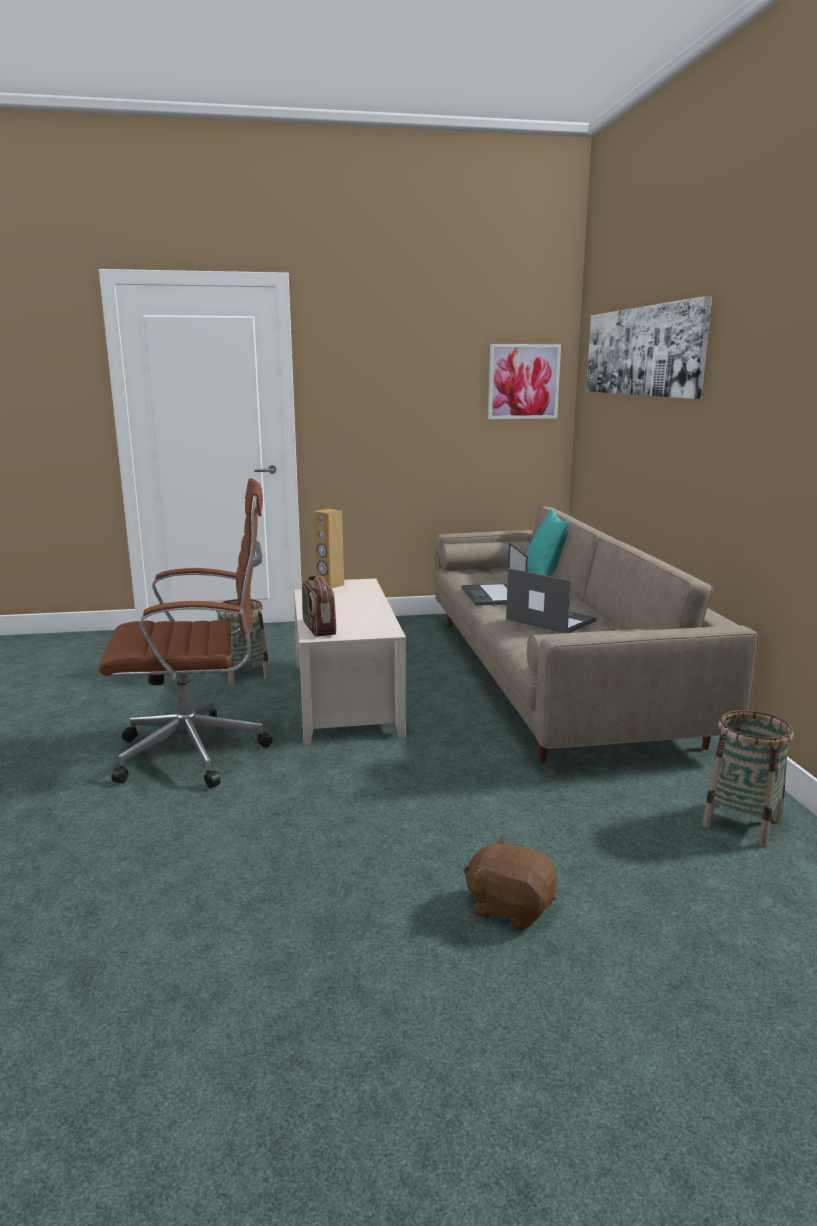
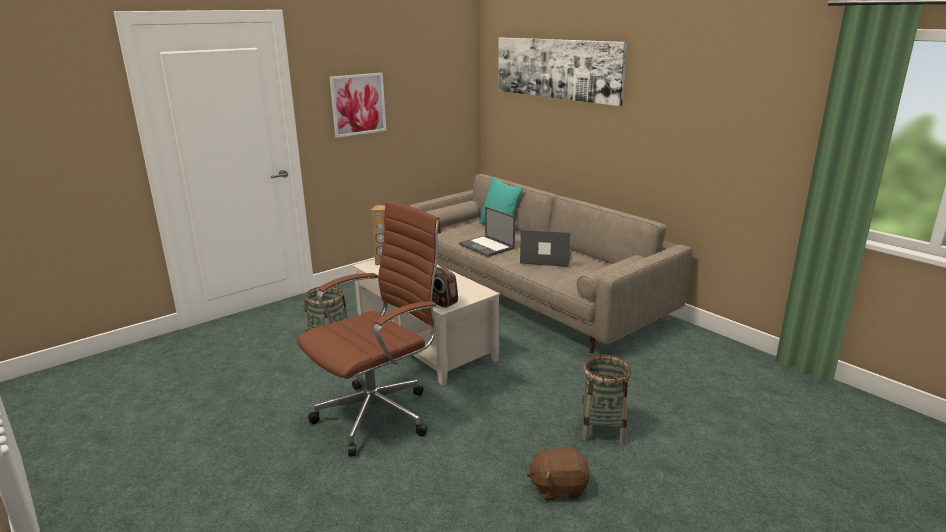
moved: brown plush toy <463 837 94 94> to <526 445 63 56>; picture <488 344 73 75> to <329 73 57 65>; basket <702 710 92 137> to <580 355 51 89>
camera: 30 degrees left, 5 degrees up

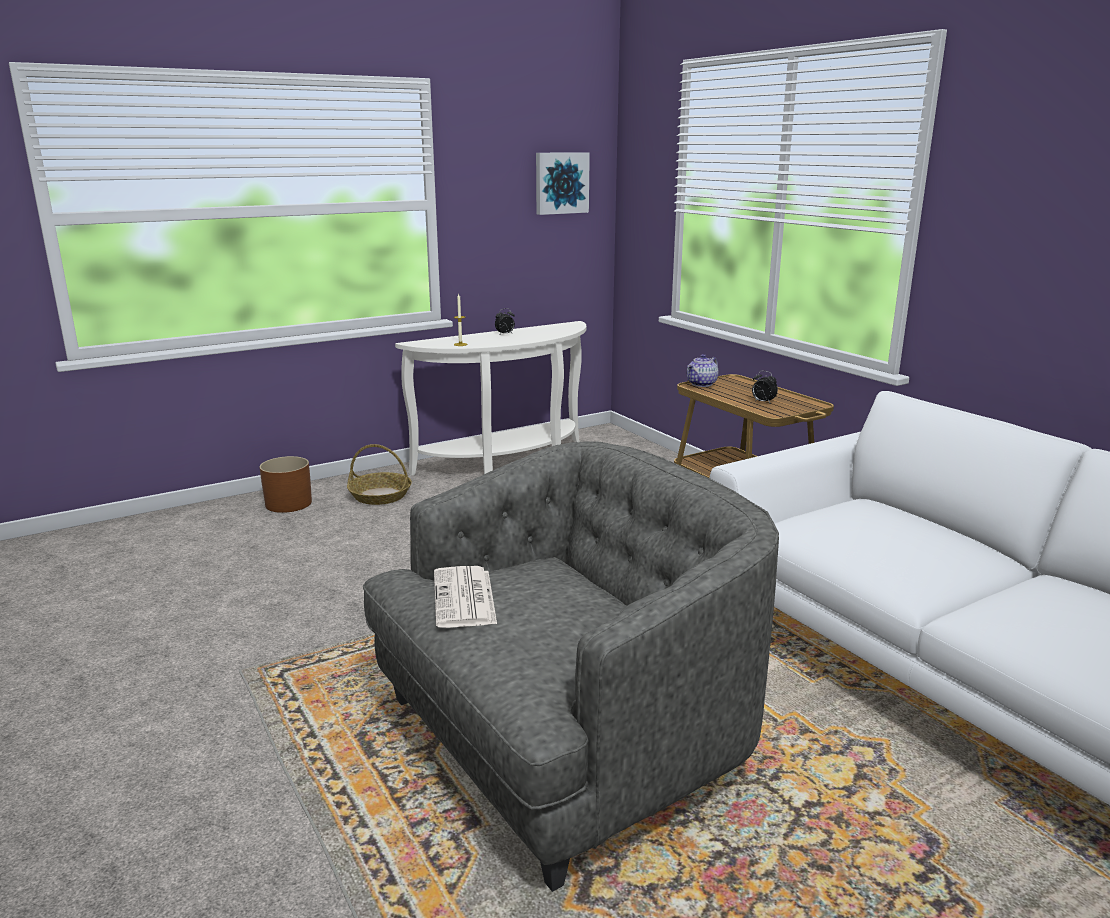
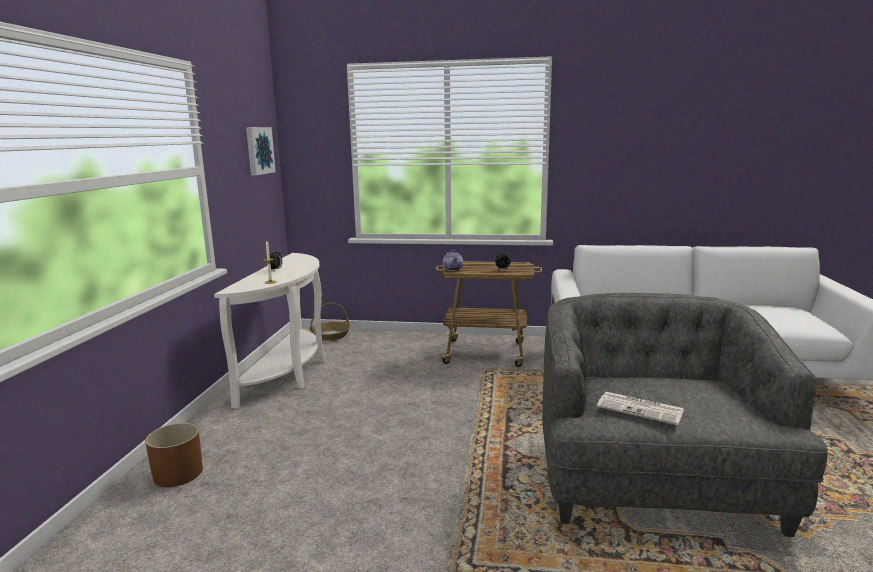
moved: basket <347 444 65 61> to <310 303 40 38>
camera: 50 degrees left, 5 degrees down

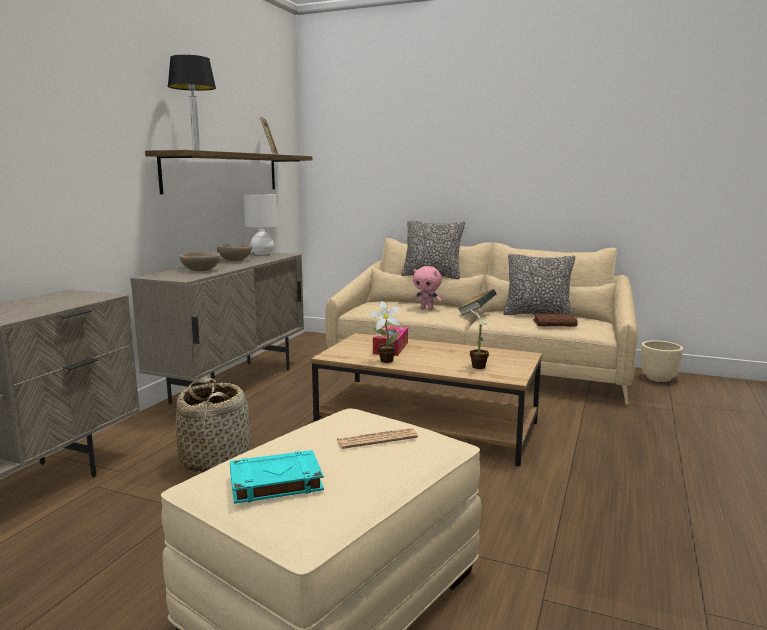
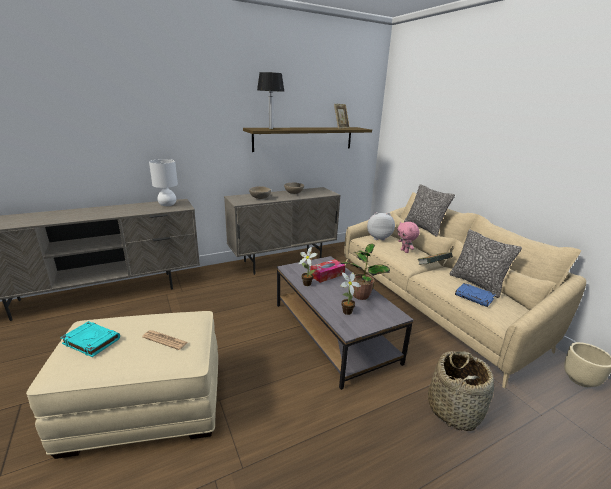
added: potted plant <340 244 50 56>; plush toy <367 212 28 28>
moved: basket <176 378 74 95> to <428 351 66 80>; white table lamp <244 194 33 61> to <149 159 29 47>
recoloured: brown coffee table <311 333 231 133> to grey coffee table <277 256 137 134>; brown book <533 313 45 14> to blue book <455 283 41 24>
camera: 40 degrees right, 10 degrees up

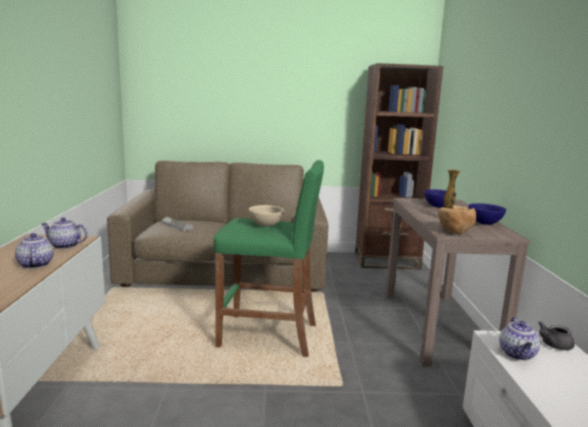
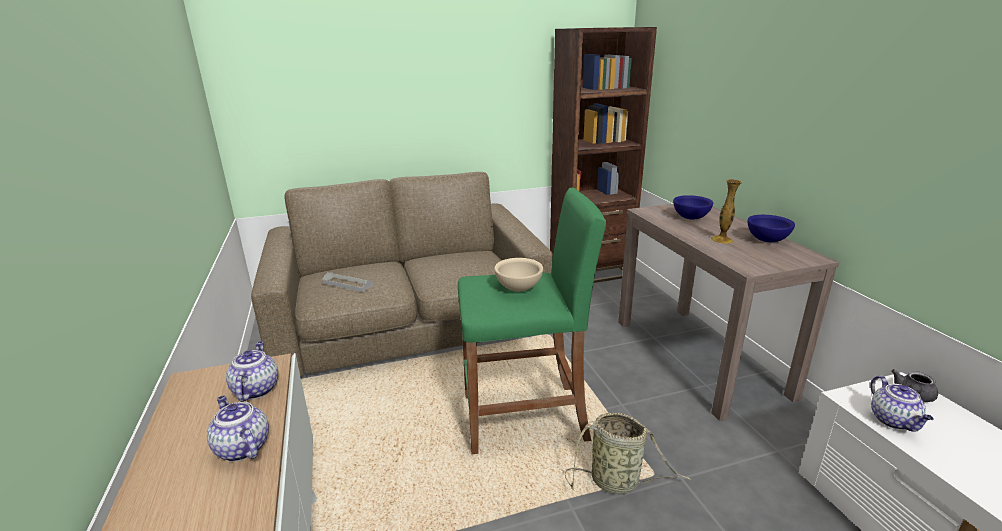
removed: brown bowl <438 205 38 30>
added: basket <565 412 126 82>
turned: teapot <41 218 47 31> = <226 341 52 61> 90 degrees clockwise
camera: 15 degrees left, 10 degrees up

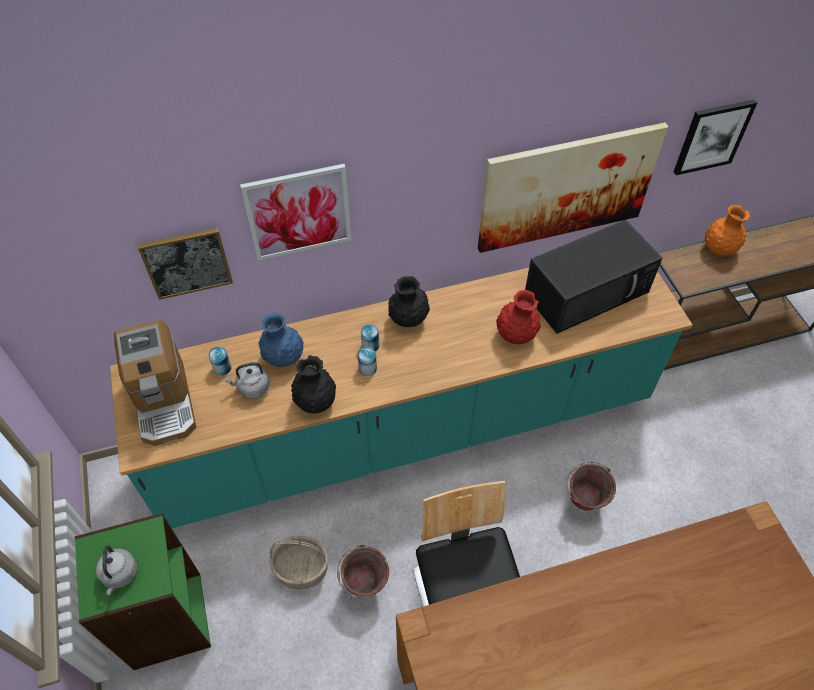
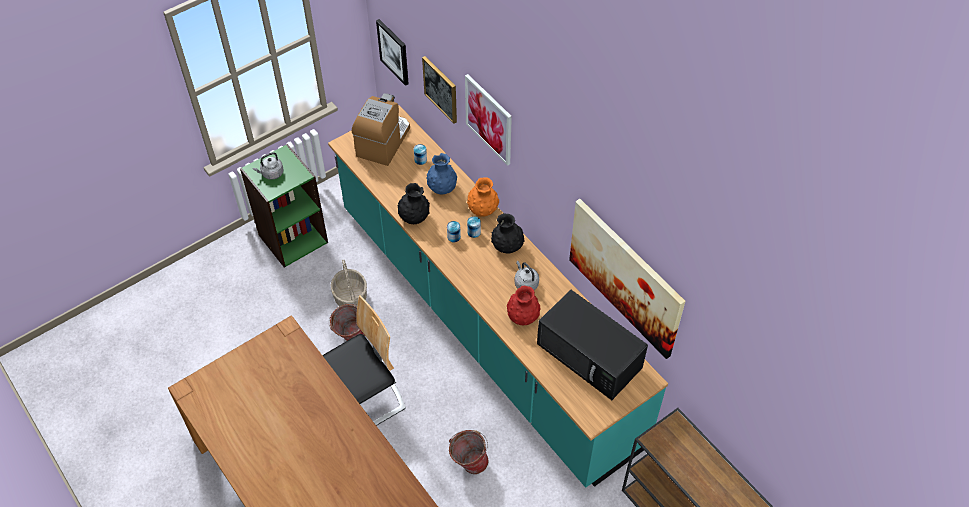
moved: grey kettle <224 362 46 37> to <514 261 25 29>; picture <674 100 83 75> to <376 19 33 67>; orange vase <705 205 45 51> to <467 177 32 40>
turned: coffee machine <114 321 82 125> = <352 93 58 73> 150 degrees clockwise
camera: 70 degrees right, 0 degrees up

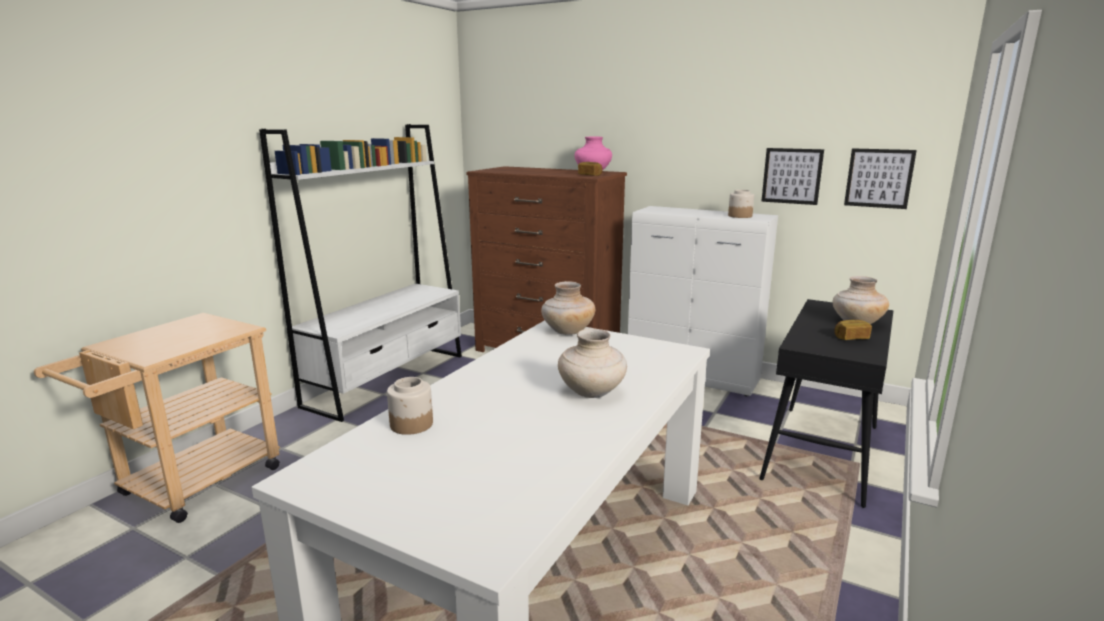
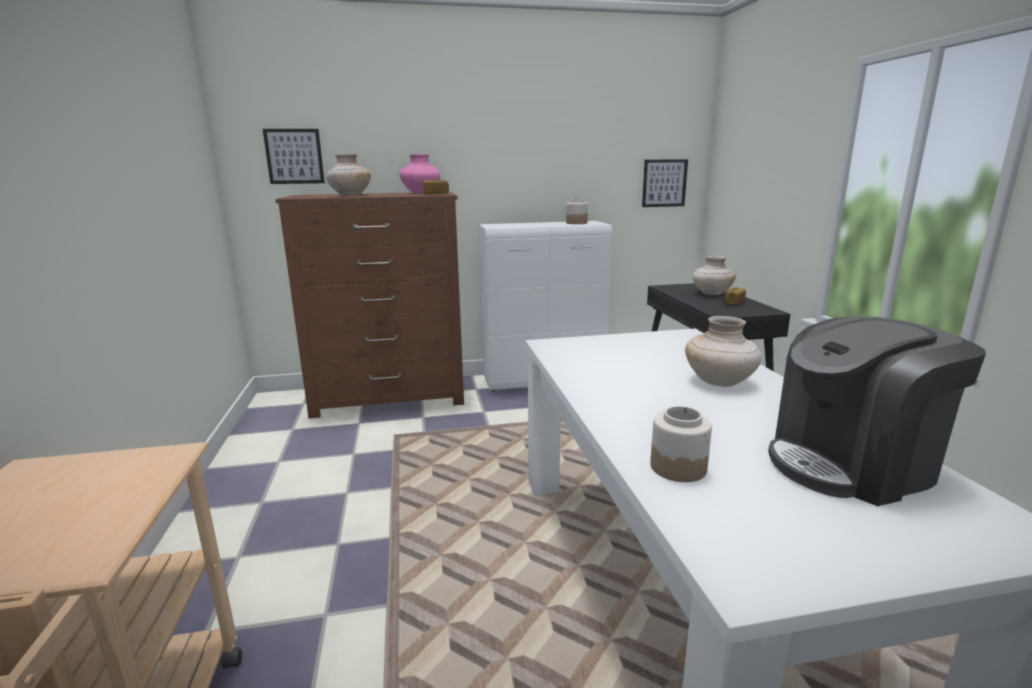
removed: white bookcase <259 124 203 298>
added: coffee machine <768 316 218 190>
moved: beige vase <541 281 54 54> to <326 154 45 42>; picture <761 148 63 57> to <263 129 62 55>
camera: 40 degrees left, 0 degrees up

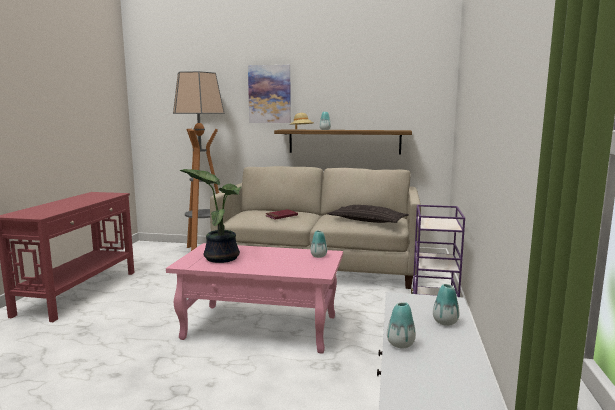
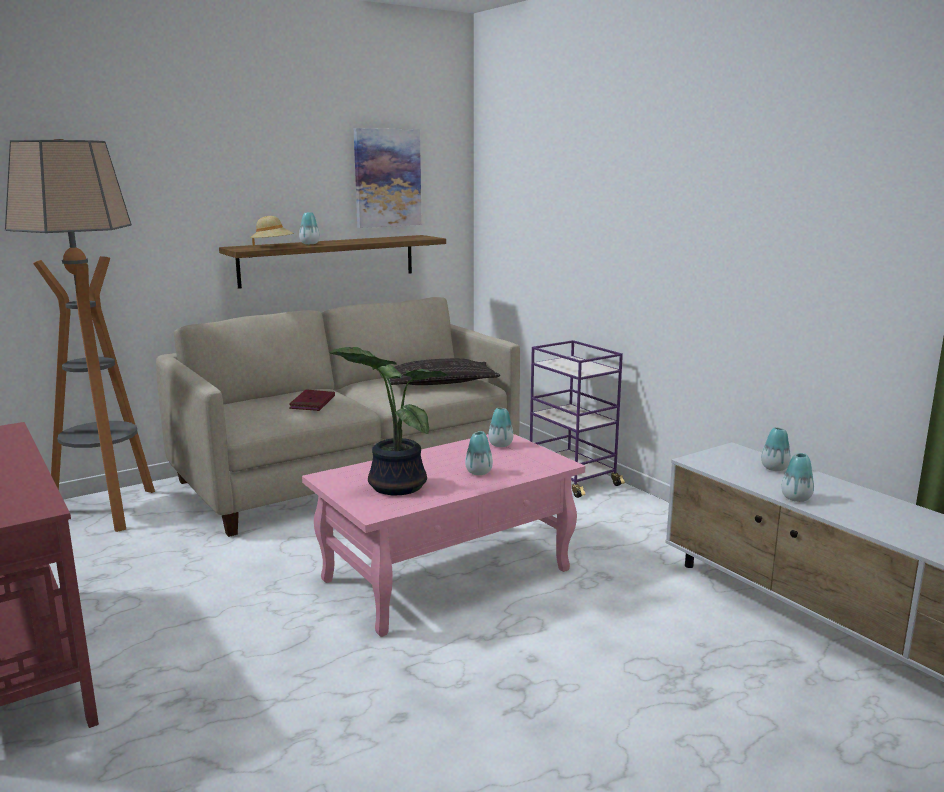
added: vase <465 431 28 44>
moved: picture <248 65 43 58> to <354 128 68 100>
camera: 45 degrees left, 5 degrees up

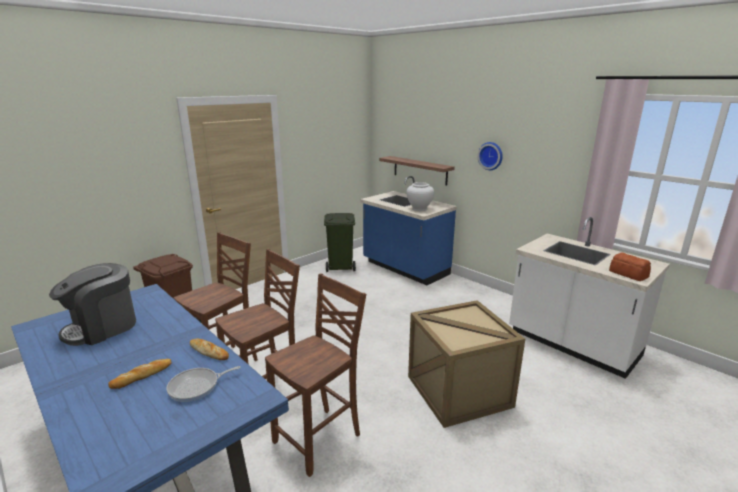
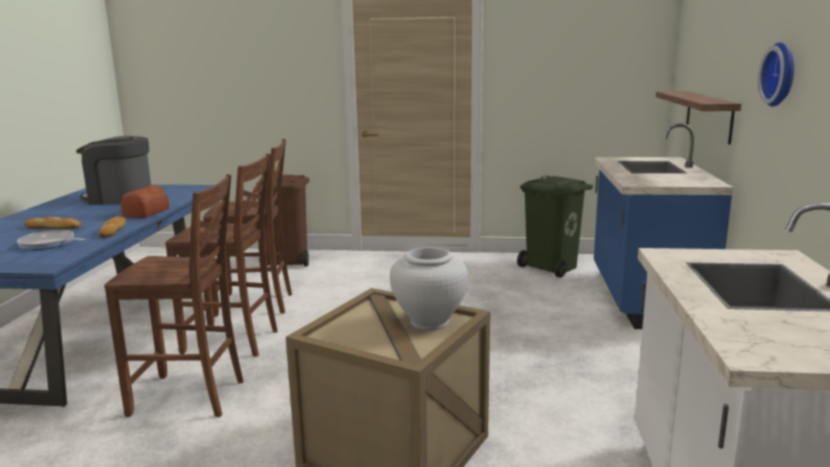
moved: white vase <407 182 27 29> to <390 247 78 83>; bread <609 253 42 28> to <121 185 48 33>
camera: 50 degrees right, 5 degrees down

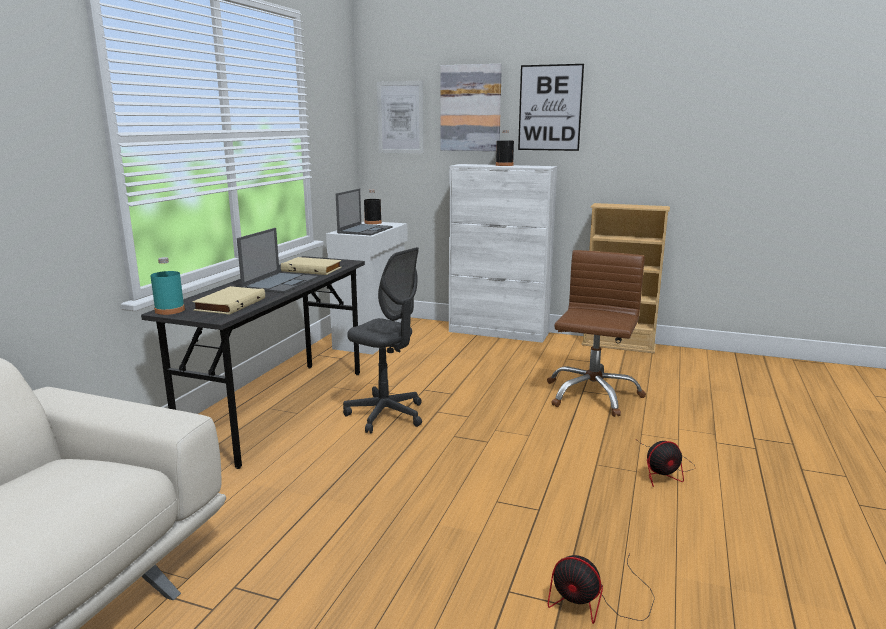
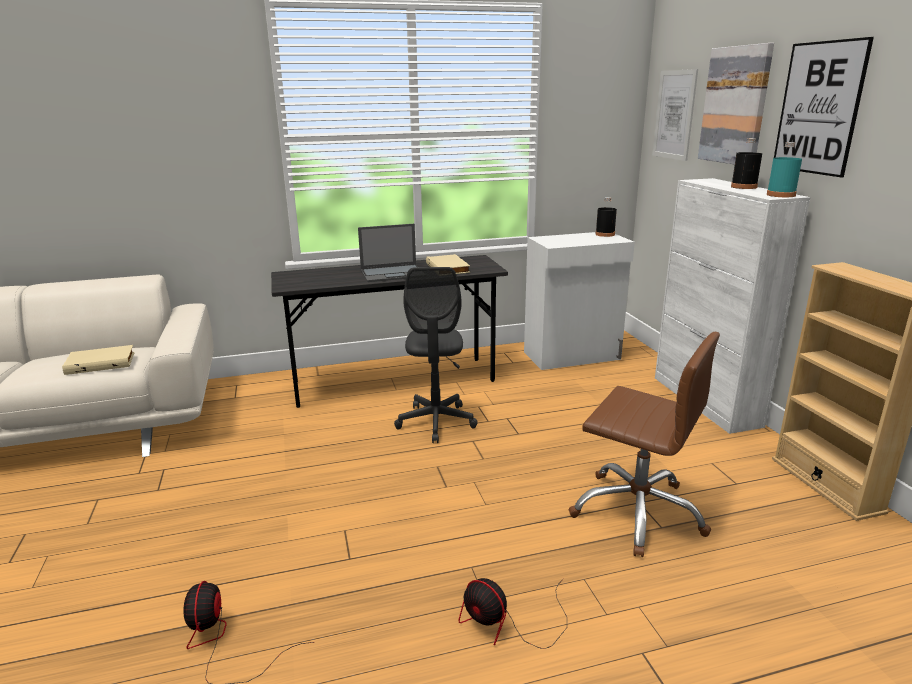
removed: laptop <336 189 56 46>
moved: turquoise bottle <150 257 35 58> to <767 142 35 55>; beige book <192 286 73 29> to <62 345 73 30>
turned: brown office chair <547 250 99 167> = <568 332 152 225> 45 degrees clockwise
camera: 55 degrees right, 5 degrees up

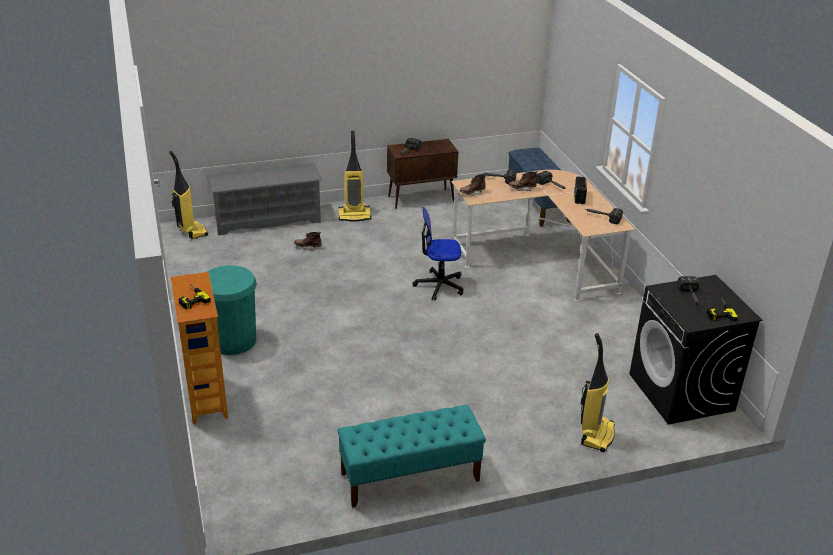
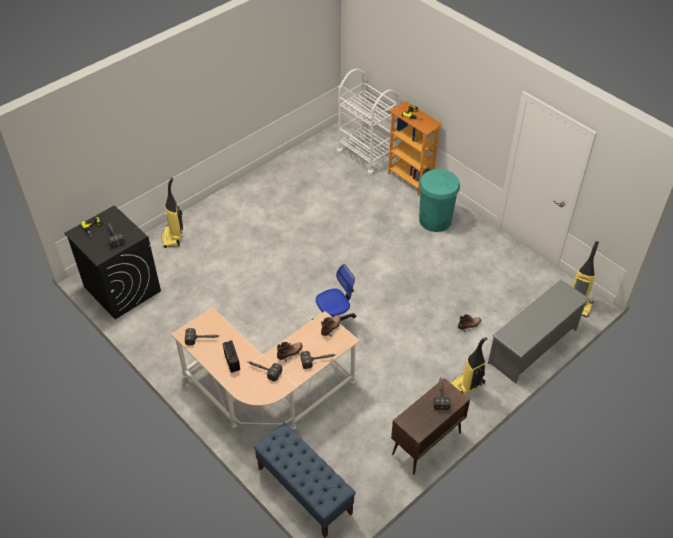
removed: turquoise bench <337 405 149 103>
added: white cart <336 69 63 107>
camera: 155 degrees right, 15 degrees up

